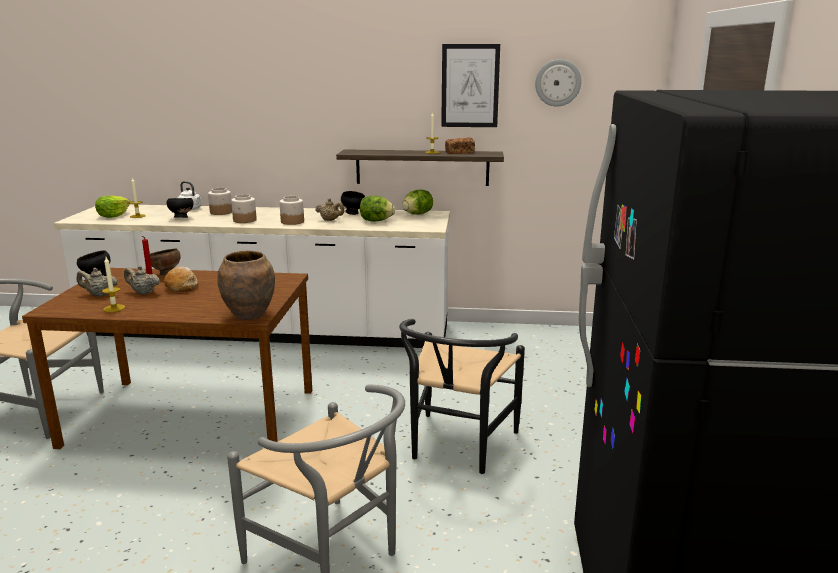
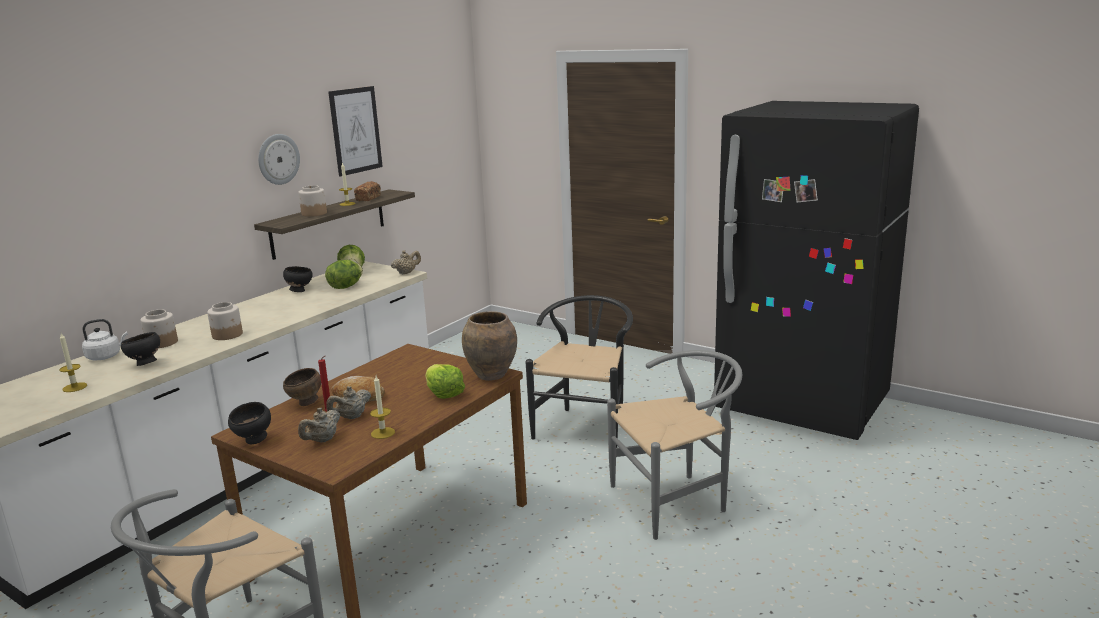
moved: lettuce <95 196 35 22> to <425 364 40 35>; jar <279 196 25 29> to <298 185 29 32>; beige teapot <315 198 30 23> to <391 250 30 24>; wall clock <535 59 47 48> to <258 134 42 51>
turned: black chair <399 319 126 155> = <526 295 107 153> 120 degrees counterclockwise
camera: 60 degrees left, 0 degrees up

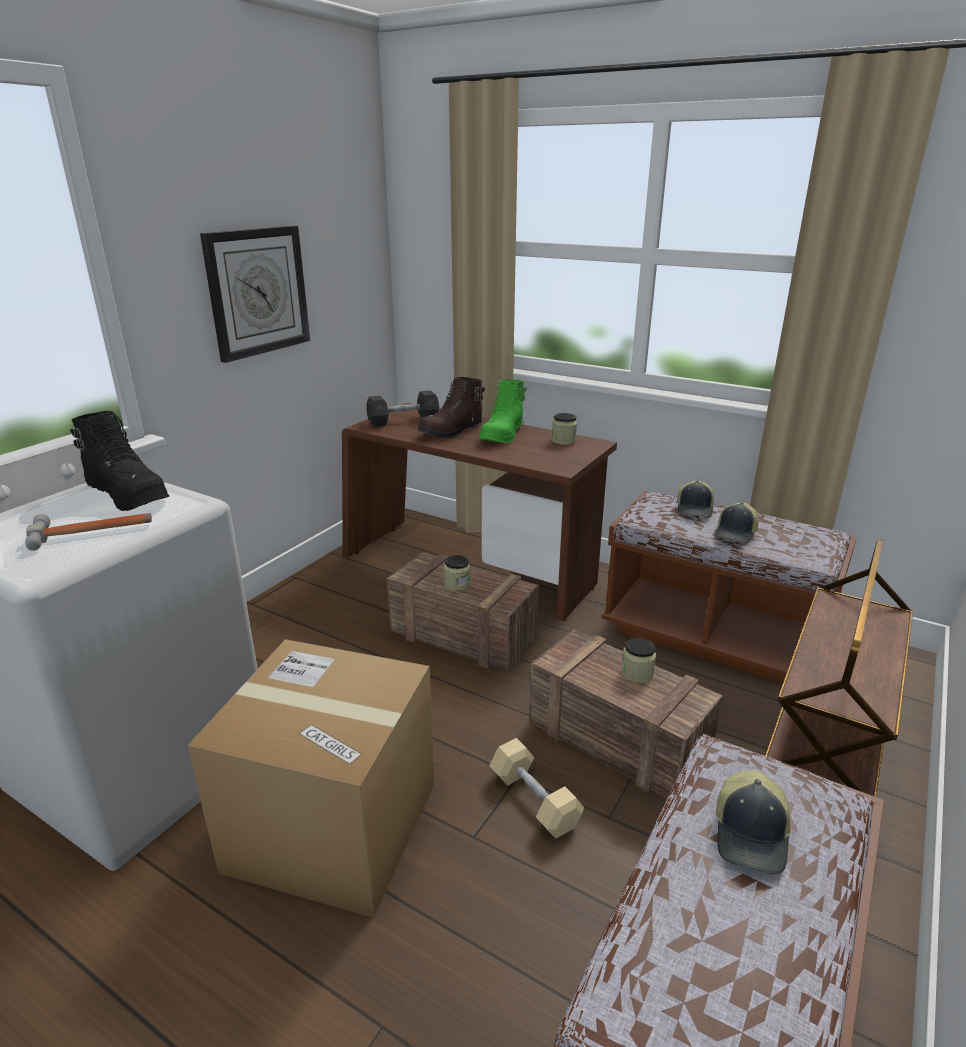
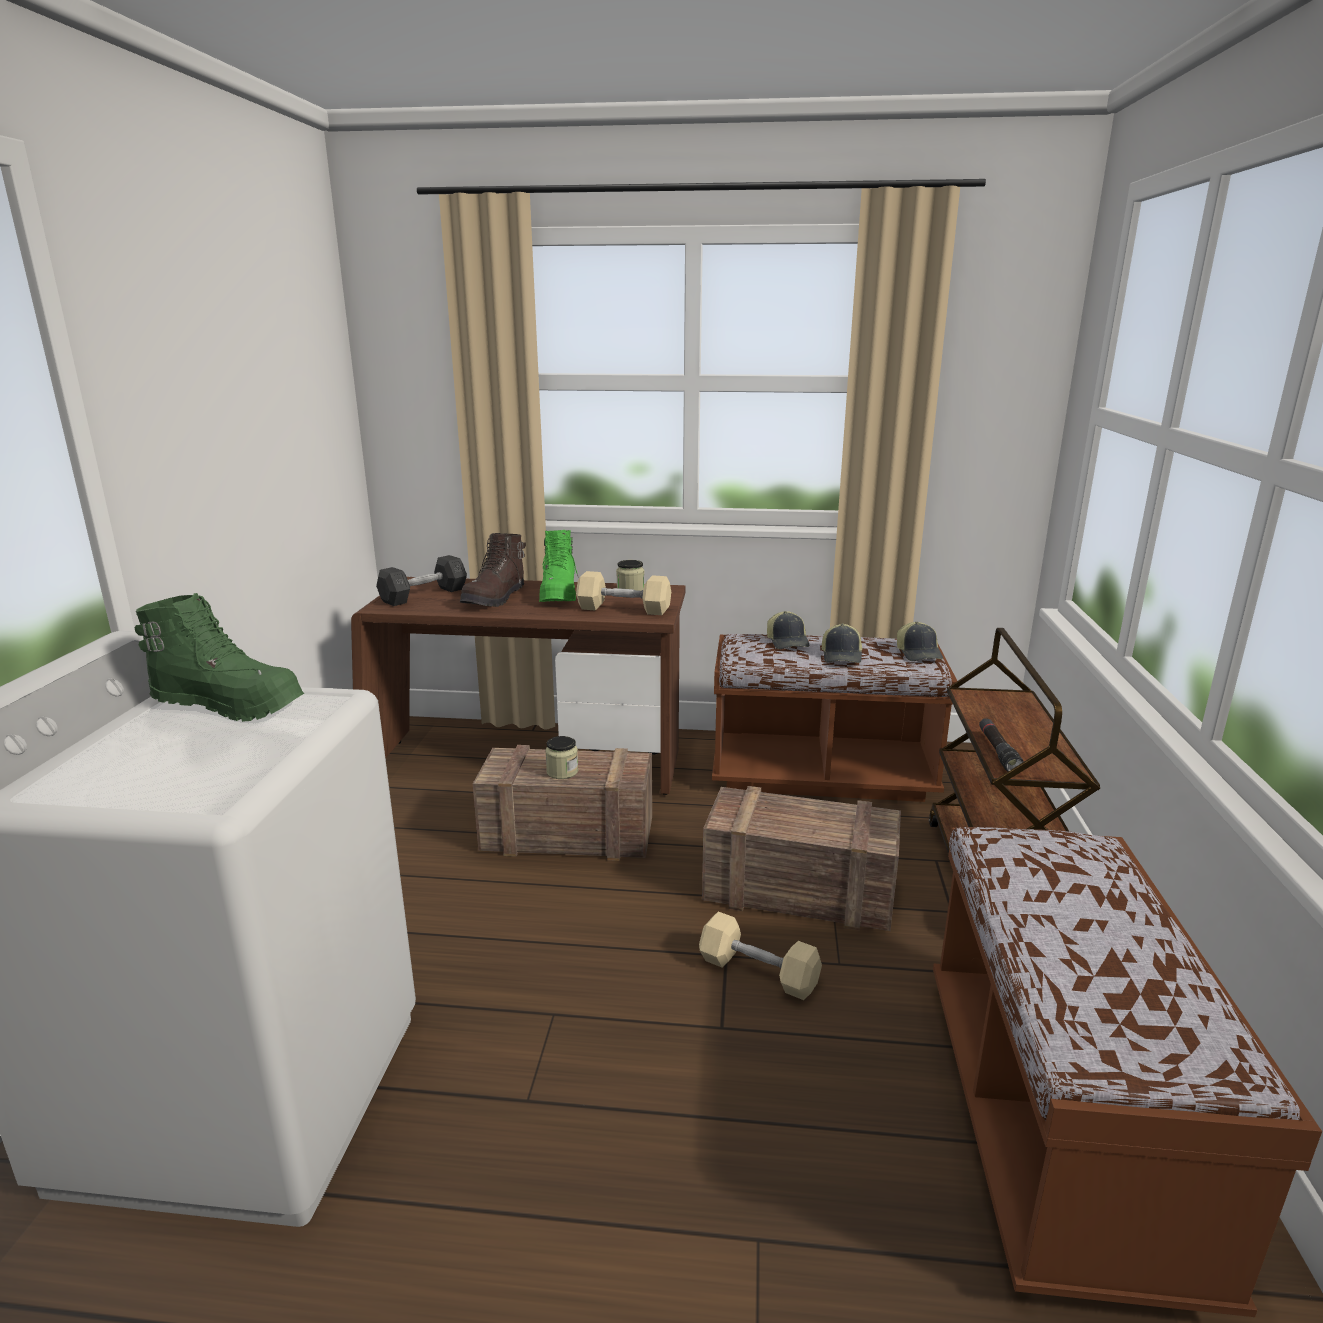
removed: hammer <25 513 127 38>; cardboard box <187 639 247 279>; wall clock <200 226 110 137>; jar <621 638 35 45>
added: beige dumbbell <576 571 95 44>; black flashlight <979 718 45 54>
moved: cap <716 770 74 104> to <897 622 46 39>
recoloured: black boot <70 411 99 100> to green boot <134 593 170 129>
camera: 25 degrees left, 5 degrees down

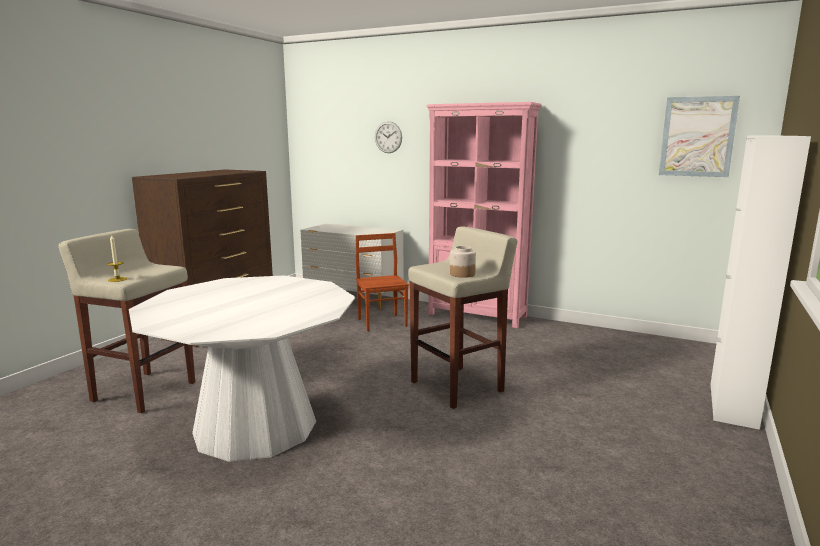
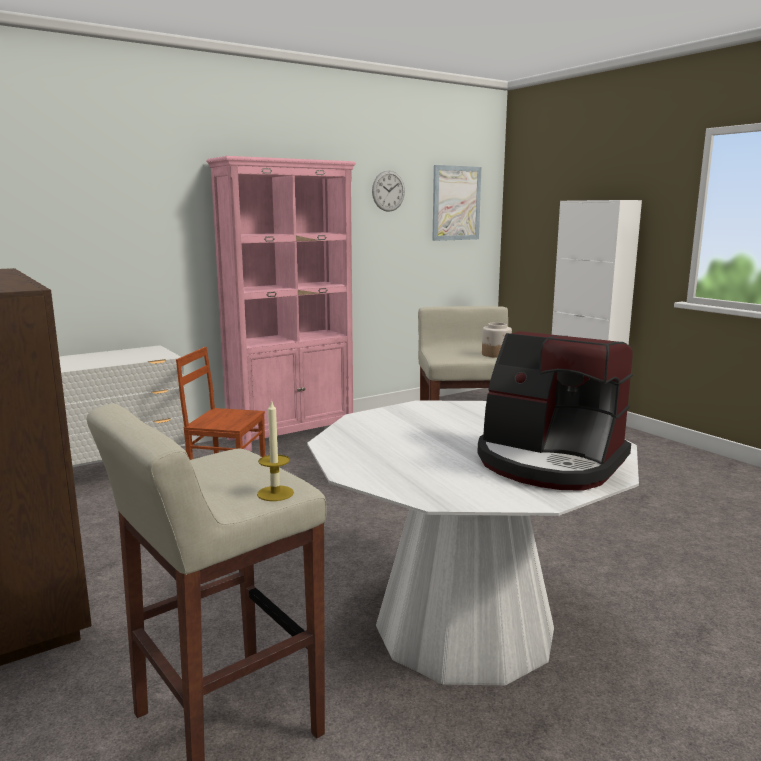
added: coffee machine <477 331 156 159>
moved: wall clock <375 121 27 32> to <372 171 33 41>
camera: 60 degrees left, 0 degrees up

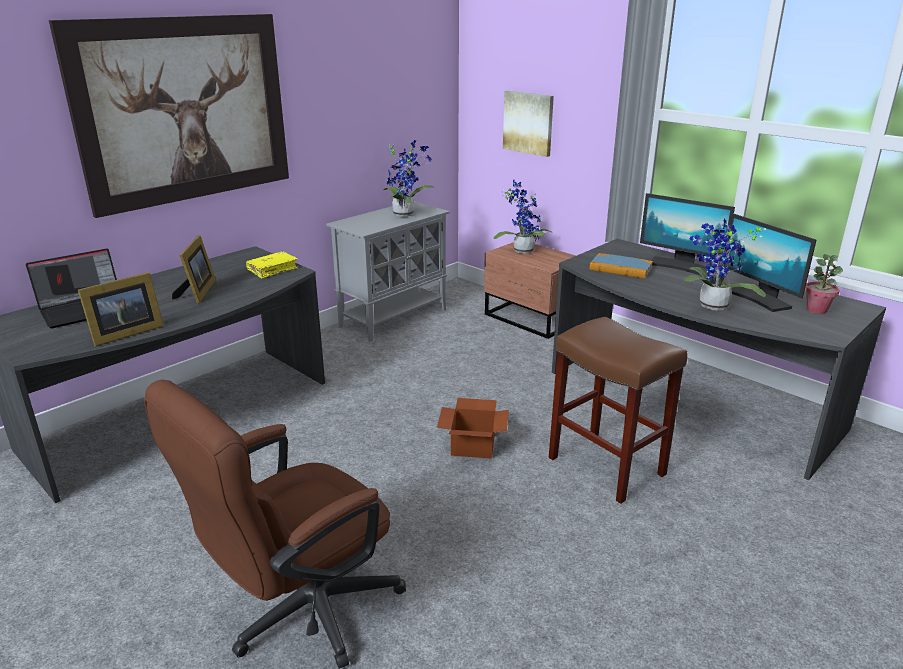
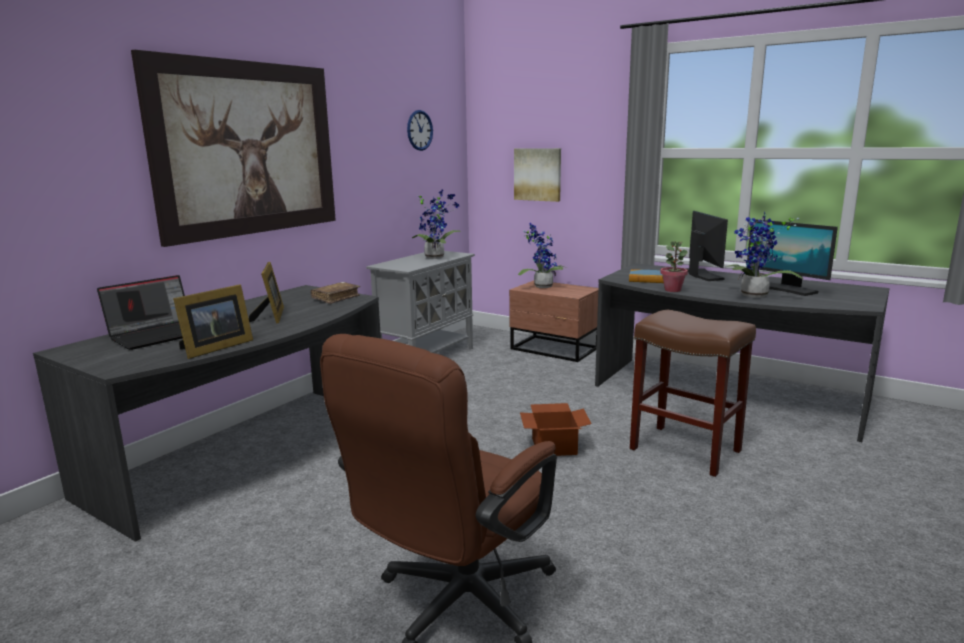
added: wall clock <407 110 26 41>
moved: potted plant <805 254 38 60> to <660 241 28 51>
recoloured: yellow book <246 251 52 28> to brown book <311 282 49 22>
turned: monitor <640 193 95 82> = <687 211 41 70> 120 degrees counterclockwise
camera: 10 degrees left, 10 degrees down

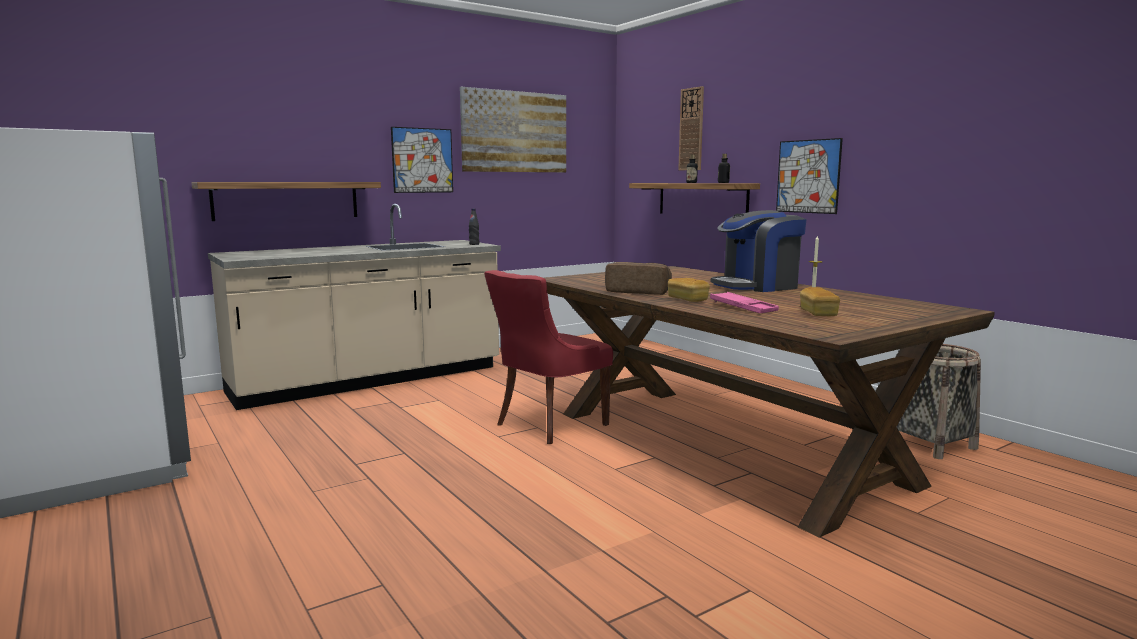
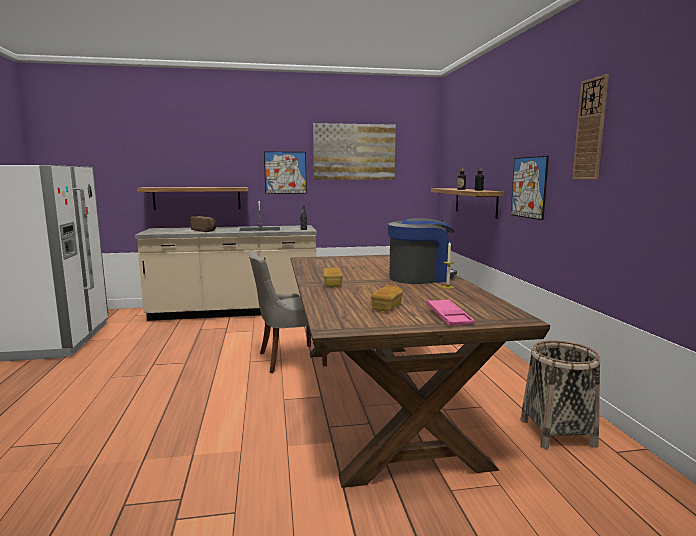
moved: bread <605 262 67 33> to <190 216 26 16>; wall clock <678 86 26 84> to <572 74 37 105>; pink tray <710 292 69 21> to <426 299 48 27>
recoloured: red chair <484 270 129 174> to grey chair <248 251 79 122>
turned: coffee machine <711 210 96 82> = <388 218 69 66> 150 degrees clockwise
camera: 25 degrees right, 0 degrees up

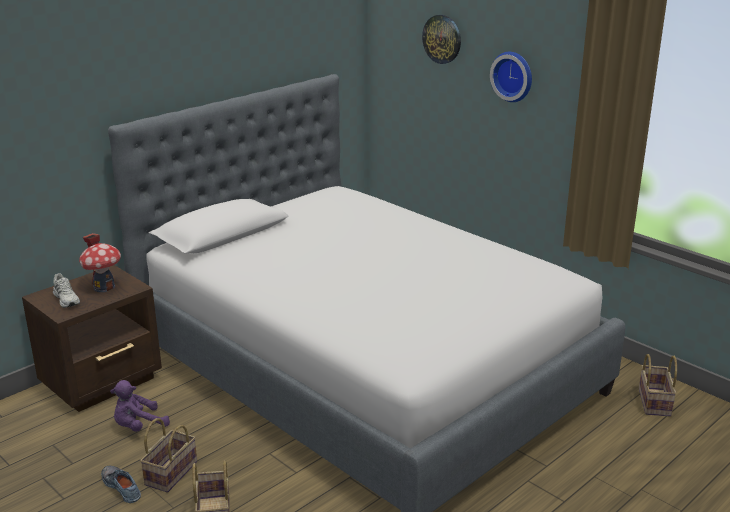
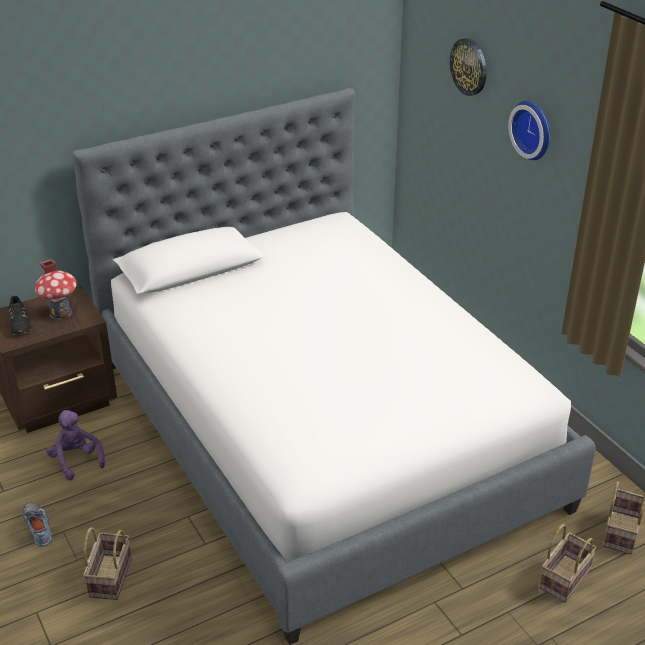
moved: basket <140 418 57 75> to <539 524 58 78>
recoloured: white shoe <53 273 27 35> to black shoe <9 296 22 39>
turned: purple plush toy <110 380 60 52> = <46 410 59 71> 75 degrees clockwise
camera: 15 degrees right, 10 degrees up

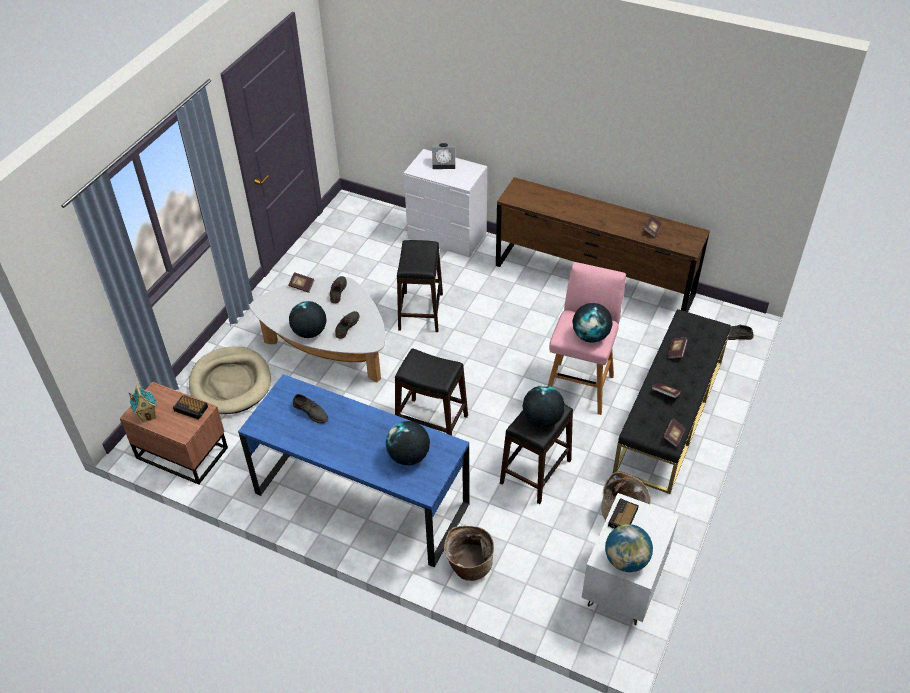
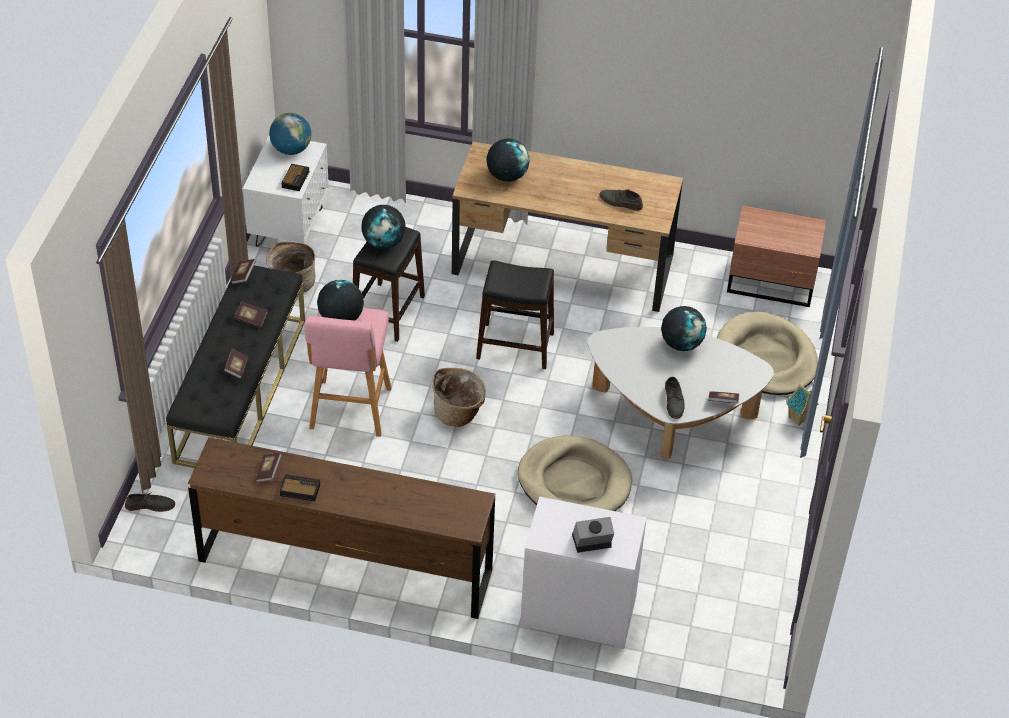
removed: grey shoe <335 311 24 28>
moved: toy house <129 385 28 38> to <786 383 33 43>; alarm clock <173 395 35 25> to <280 474 40 27>; basket <444 526 50 55> to <433 368 53 59>
replaced: black stool <397 240 46 92> to beige dog bed <518 436 114 75>
recoloured: blue desk <238 374 232 193> to brown desk <452 142 231 170>
camera: 165 degrees right, 0 degrees up

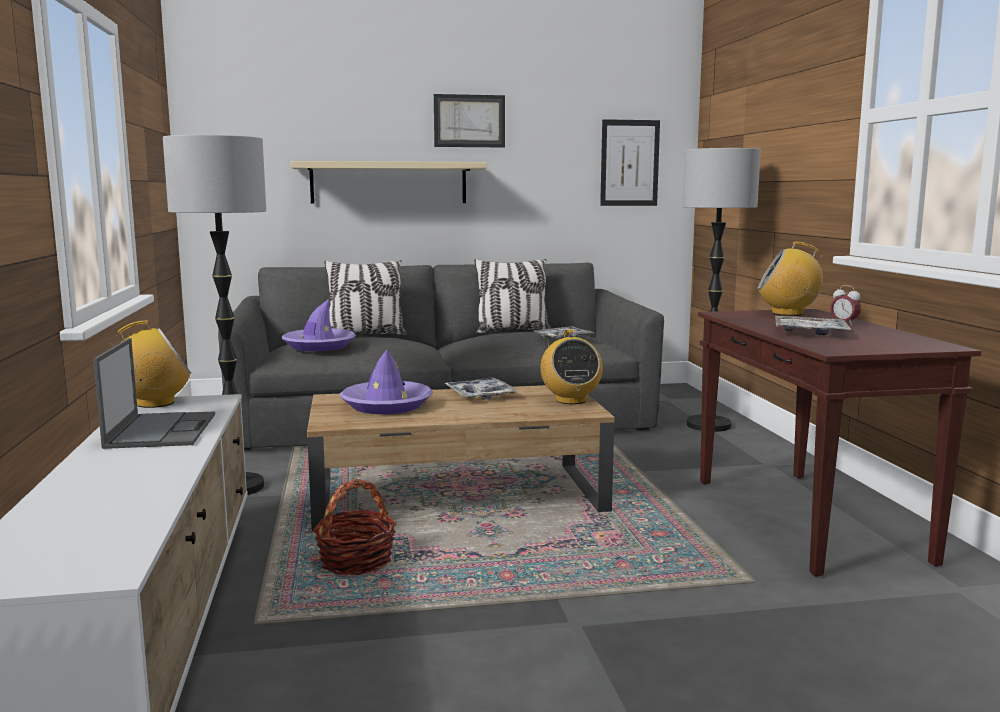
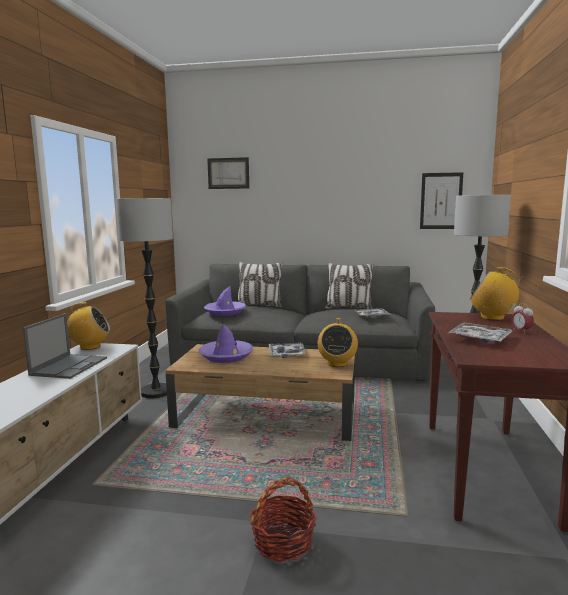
removed: beige shelf <291 161 196 43>
moved: basket <313 479 84 96> to <250 477 67 85>; picture <434 94 71 54> to <207 157 42 32>
camera: 20 degrees right, 0 degrees up

